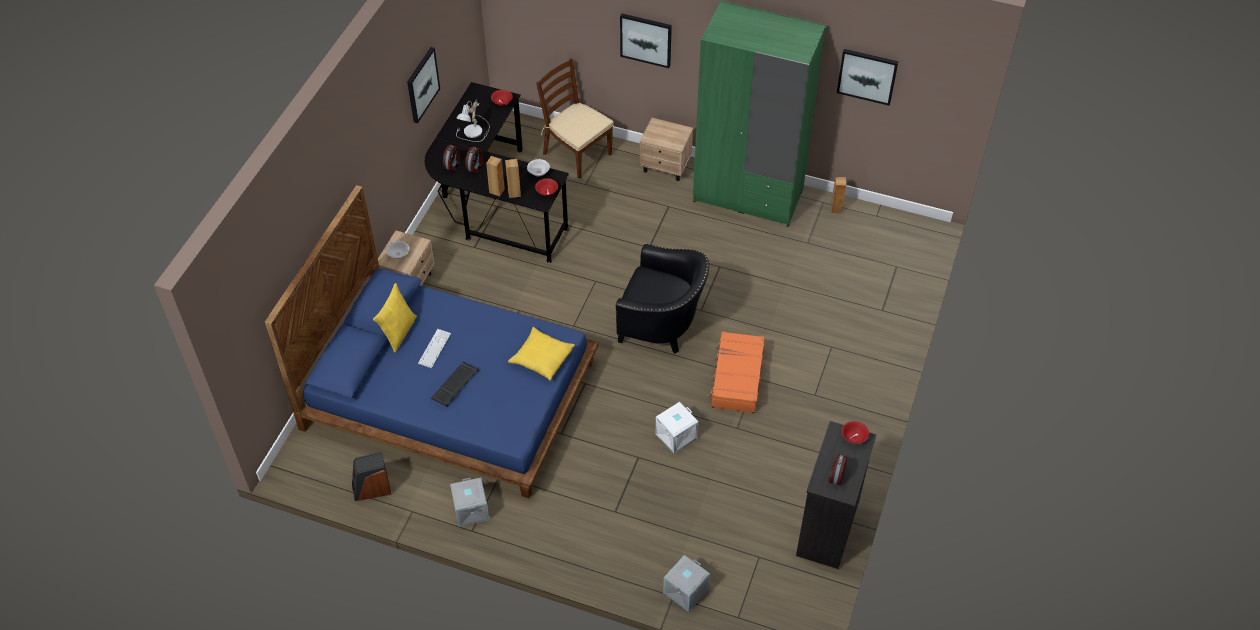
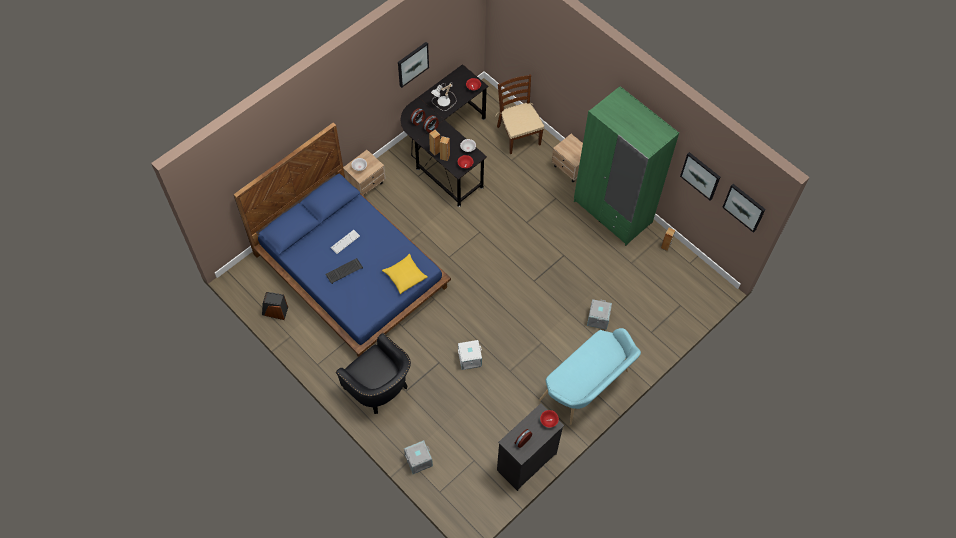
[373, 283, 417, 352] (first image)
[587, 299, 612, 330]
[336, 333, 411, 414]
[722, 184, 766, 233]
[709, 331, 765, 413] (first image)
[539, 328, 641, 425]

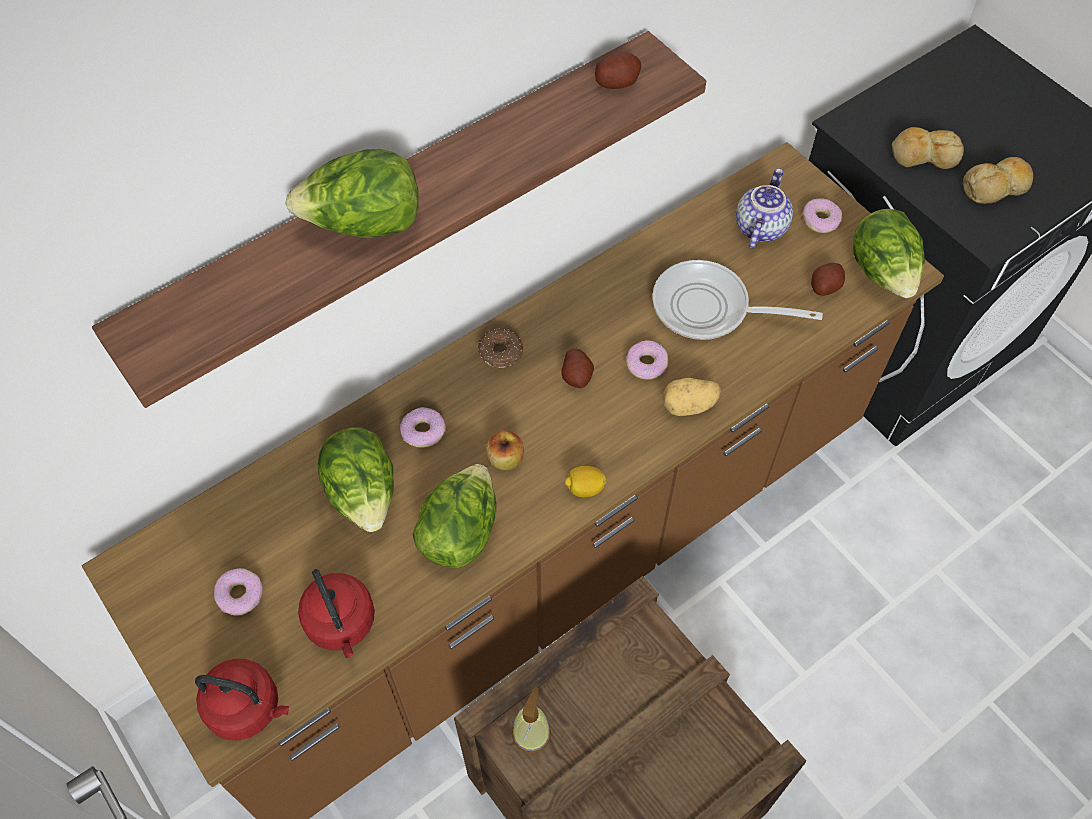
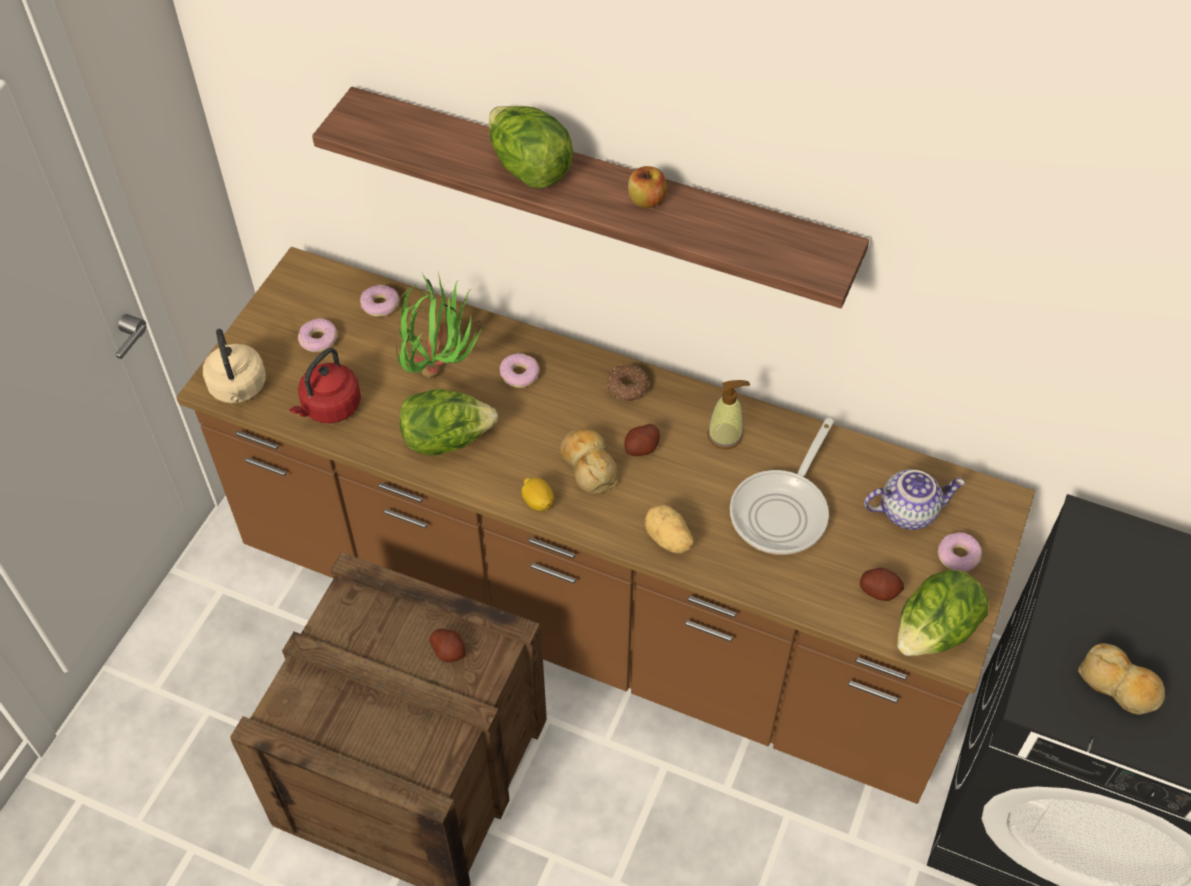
[203, 329, 266, 403]
[396, 273, 484, 378]
[628, 166, 667, 208]
[707, 380, 750, 449]
[429, 629, 466, 662]
[360, 285, 399, 317]
[730, 418, 834, 555]
[560, 429, 618, 494]

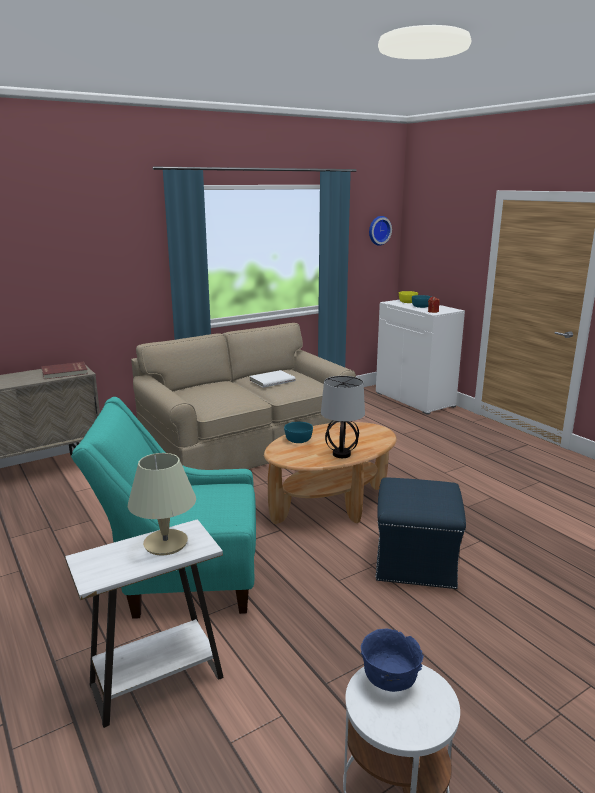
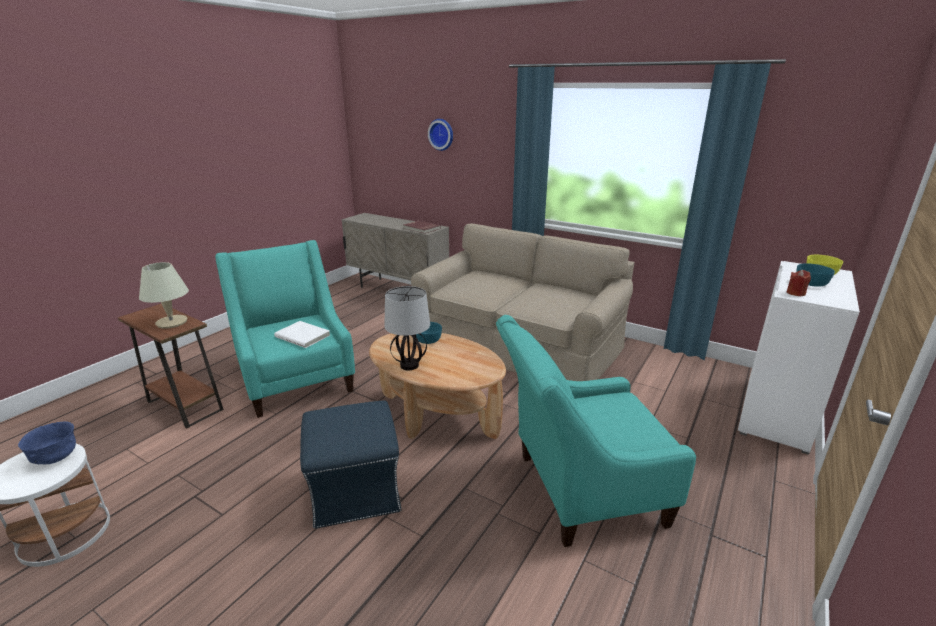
[118, 304, 224, 428]
[274, 321, 330, 348]
[428, 119, 453, 151]
[496, 315, 696, 547]

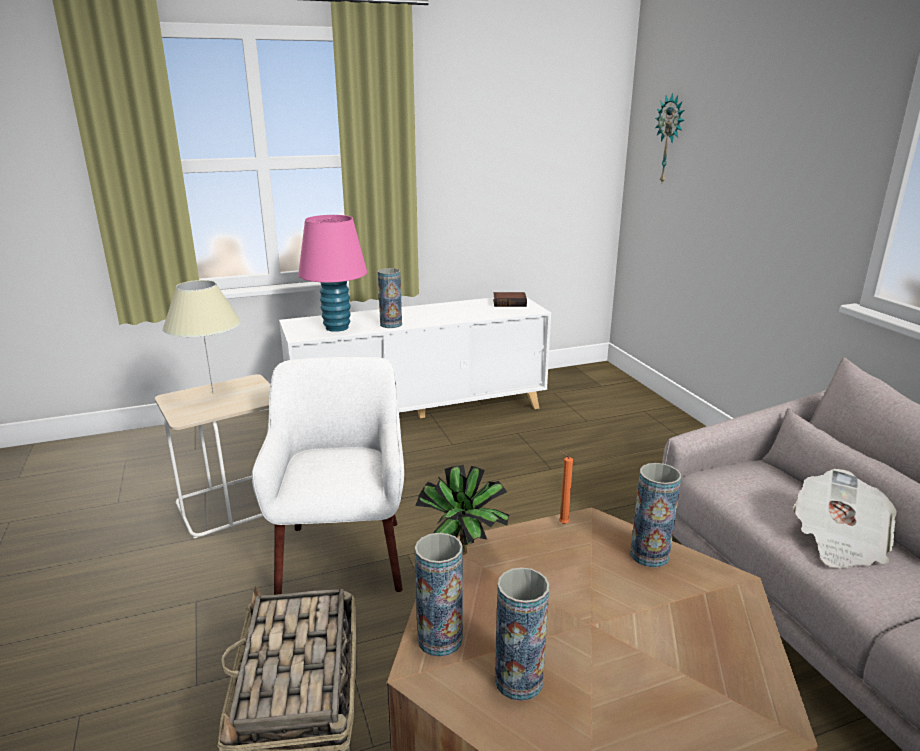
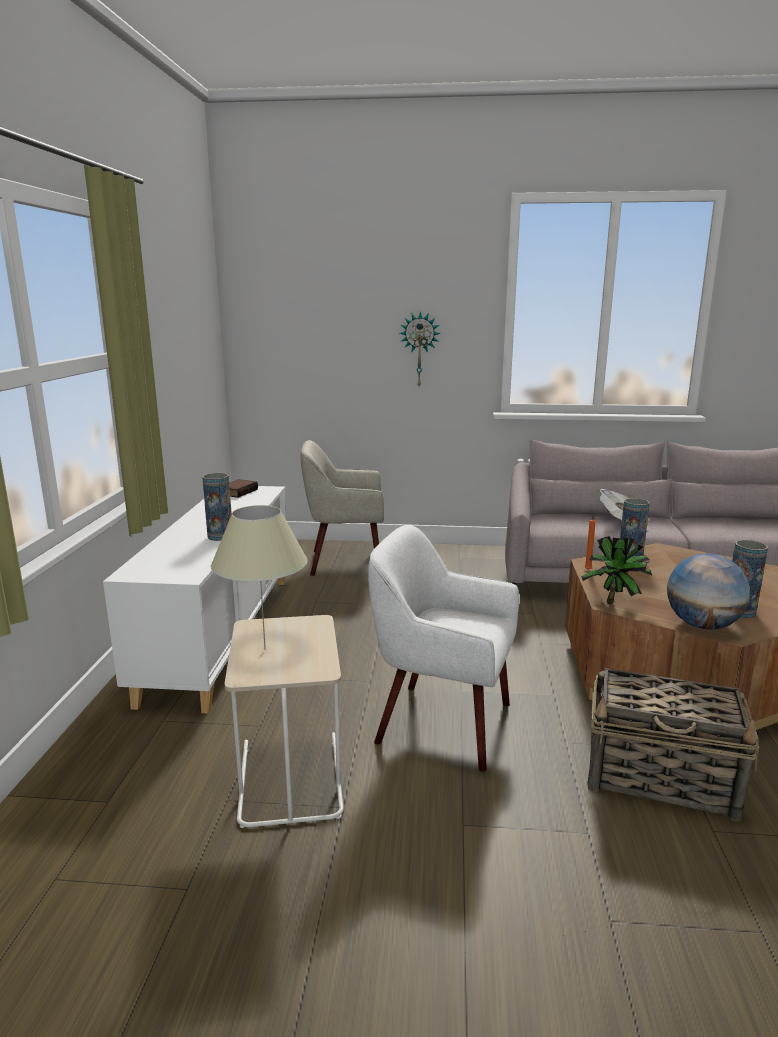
[298, 215, 367, 332] (first image)
[667, 553, 750, 629]
[399, 311, 441, 387]
[300, 440, 384, 576]

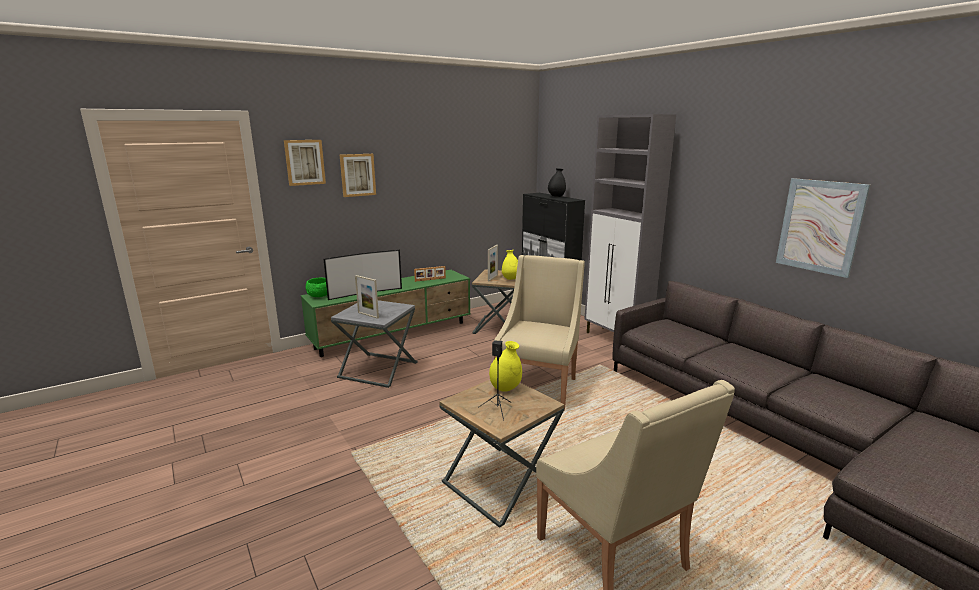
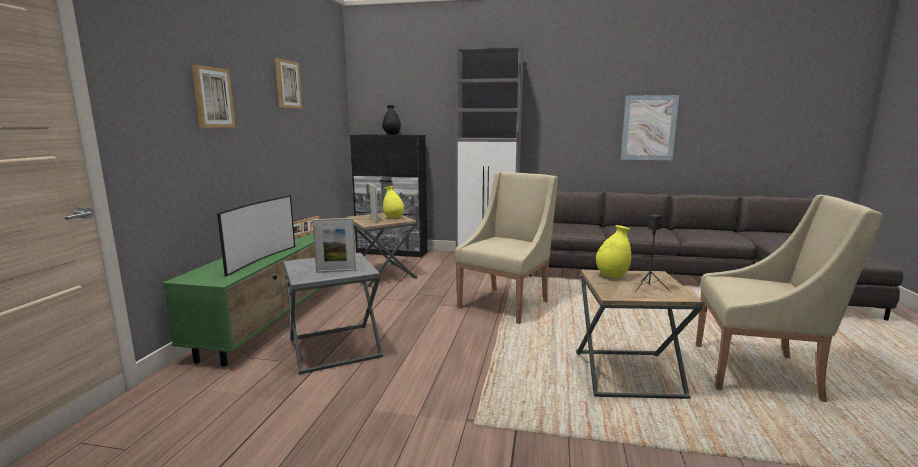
[275, 58, 302, 109]
[305, 278, 327, 297] (first image)
[455, 172, 558, 324]

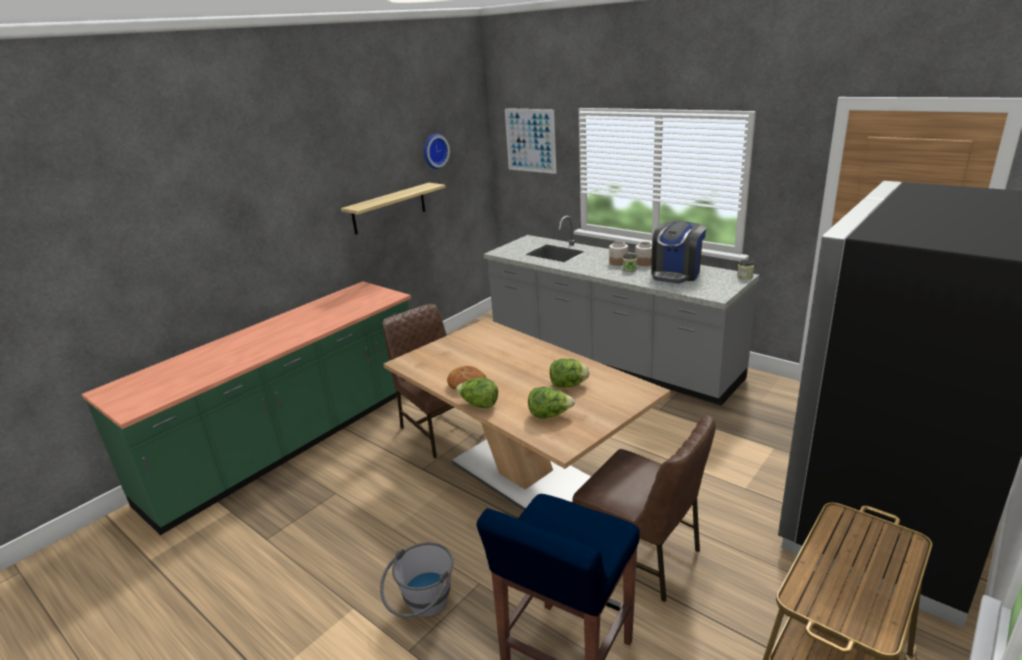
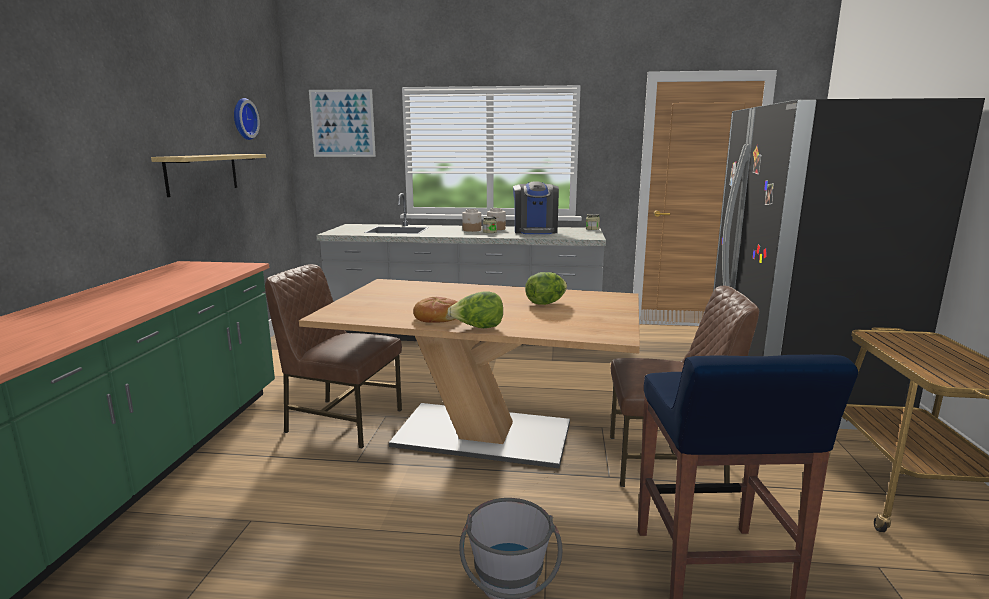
[528, 387, 575, 419] (first image)

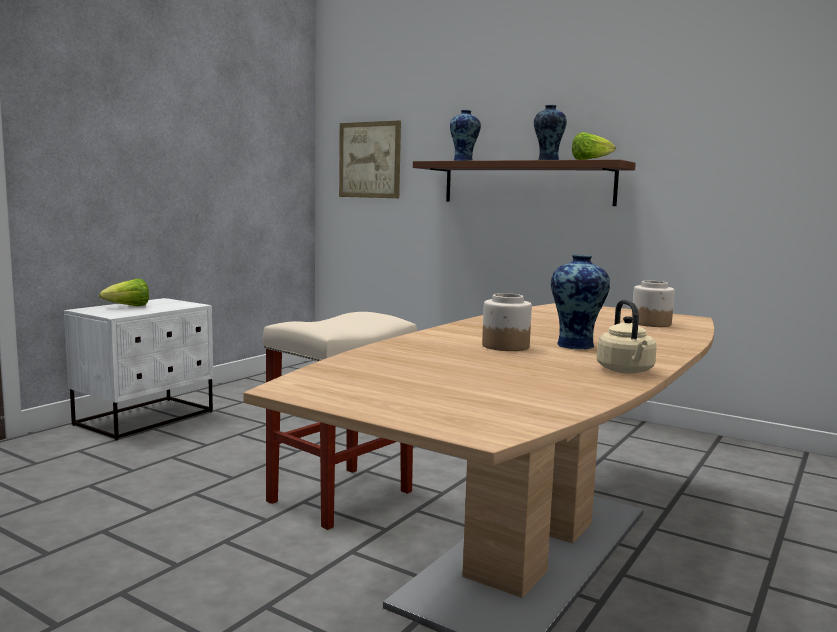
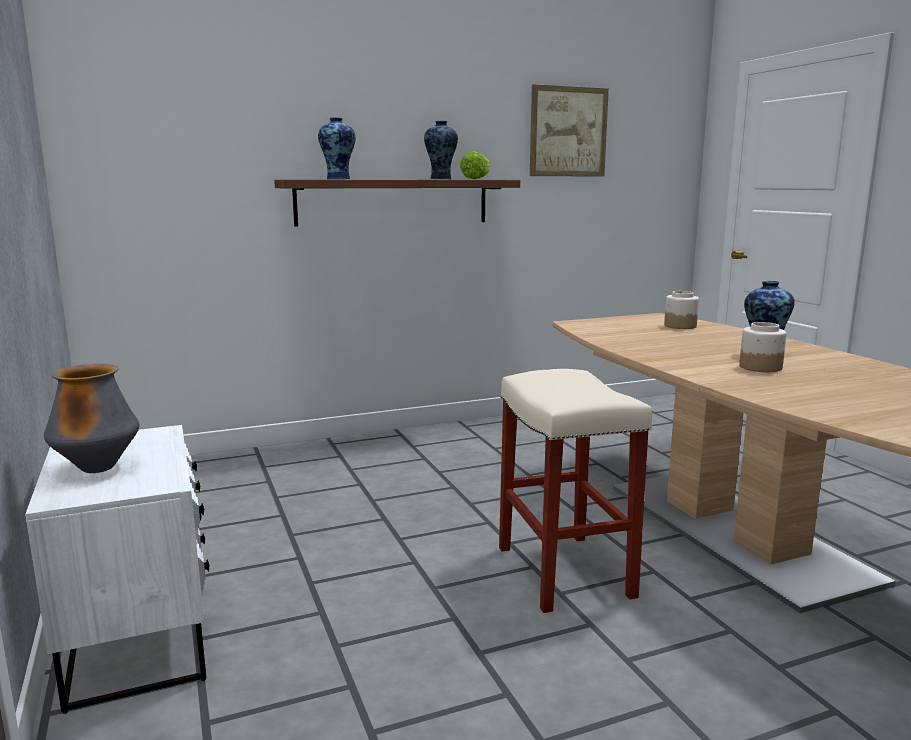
[44, 364, 140, 473]
[530, 84, 609, 176]
[597, 300, 657, 374] (first image)

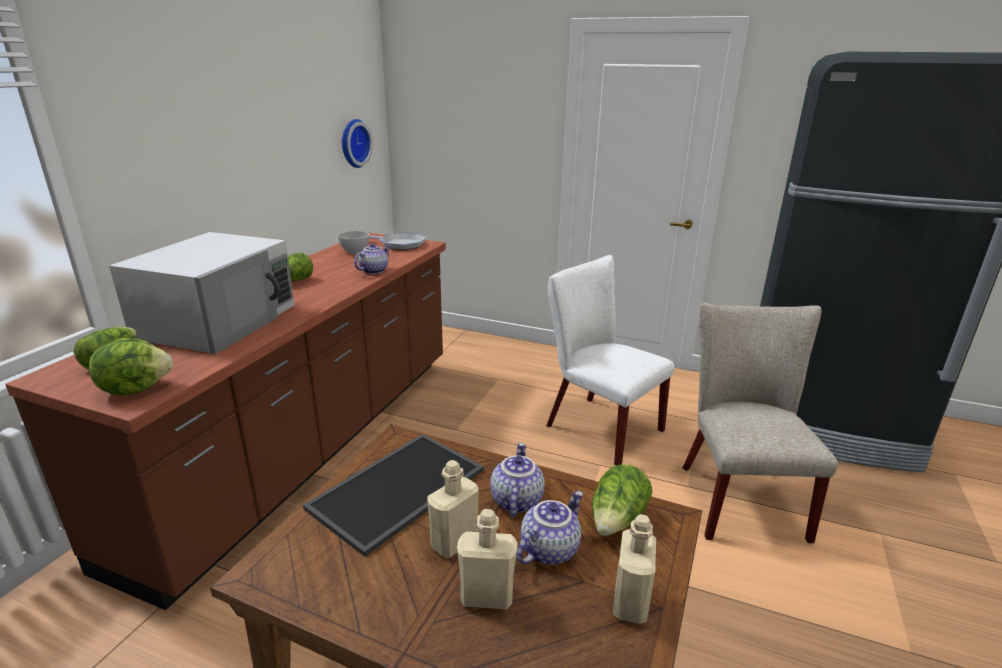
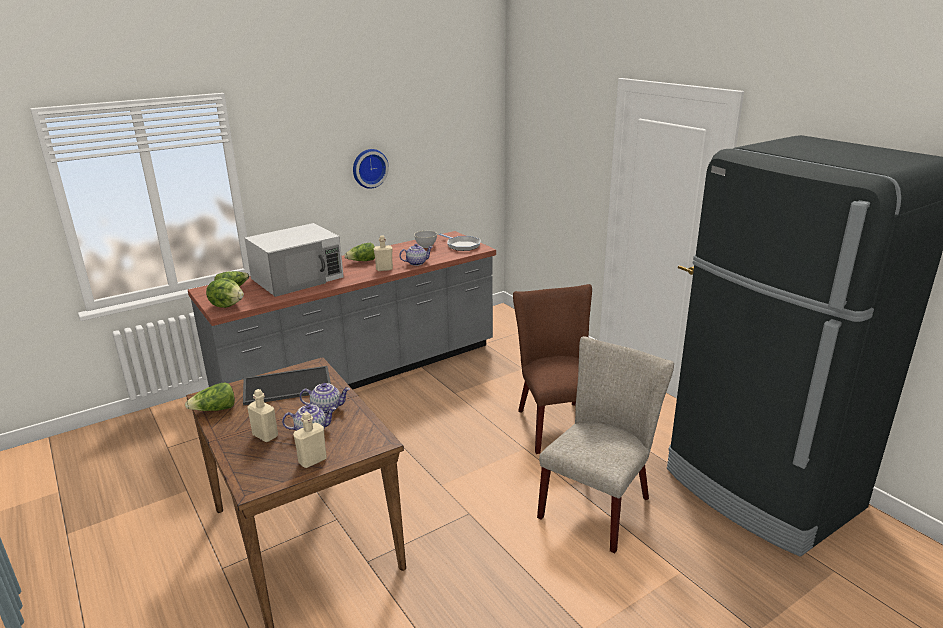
[188, 231, 496, 389]
[353, 149, 389, 189]
[374, 235, 393, 271]
[299, 383, 350, 414]
[513, 284, 592, 454]
[185, 382, 235, 411]

